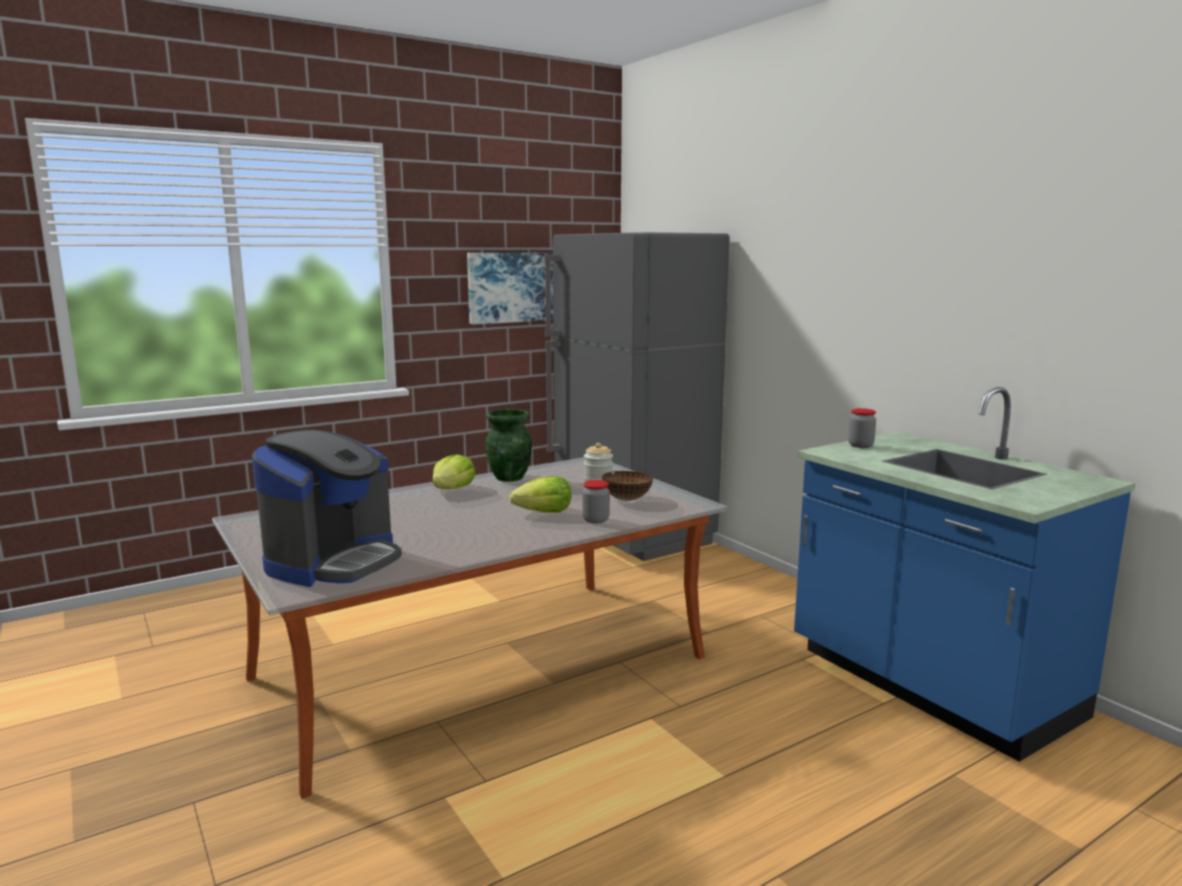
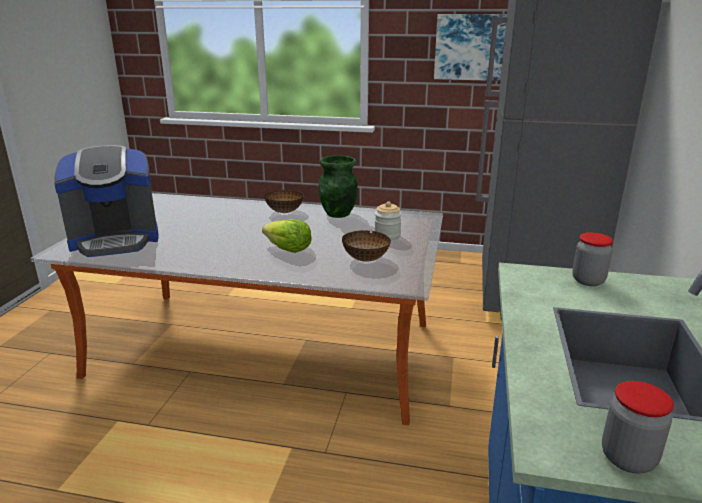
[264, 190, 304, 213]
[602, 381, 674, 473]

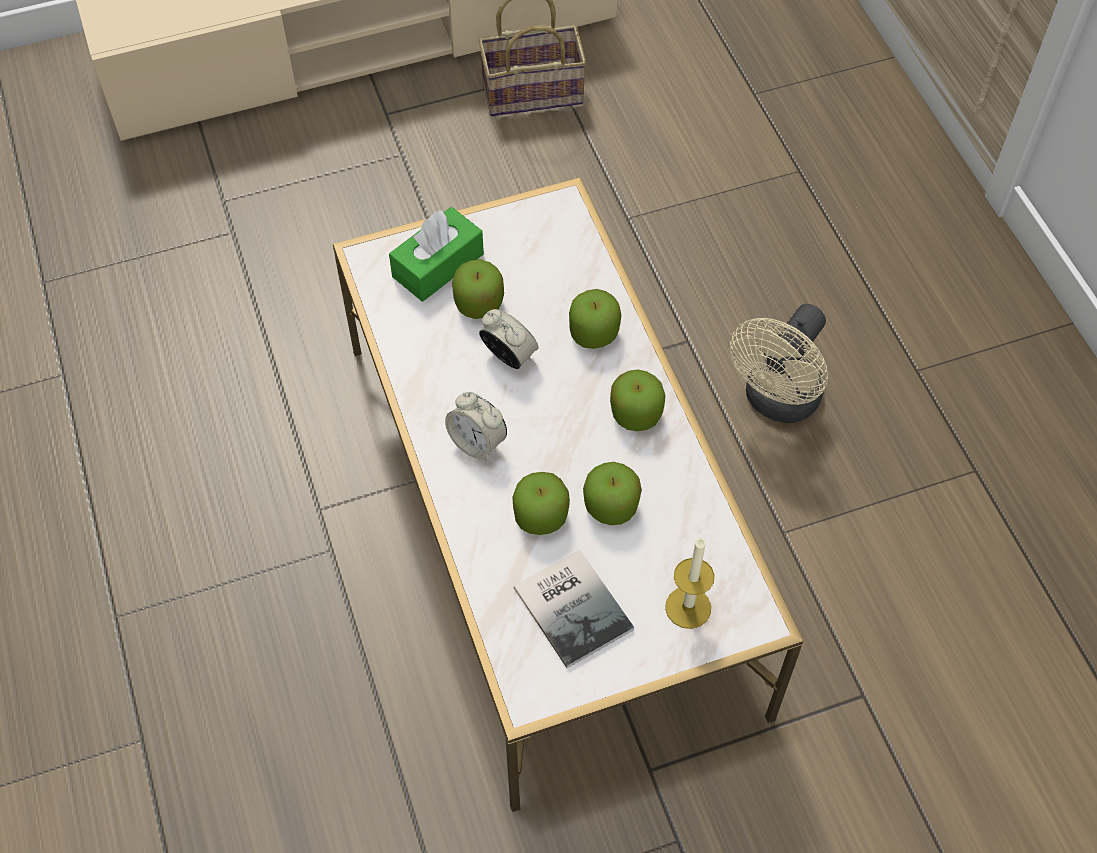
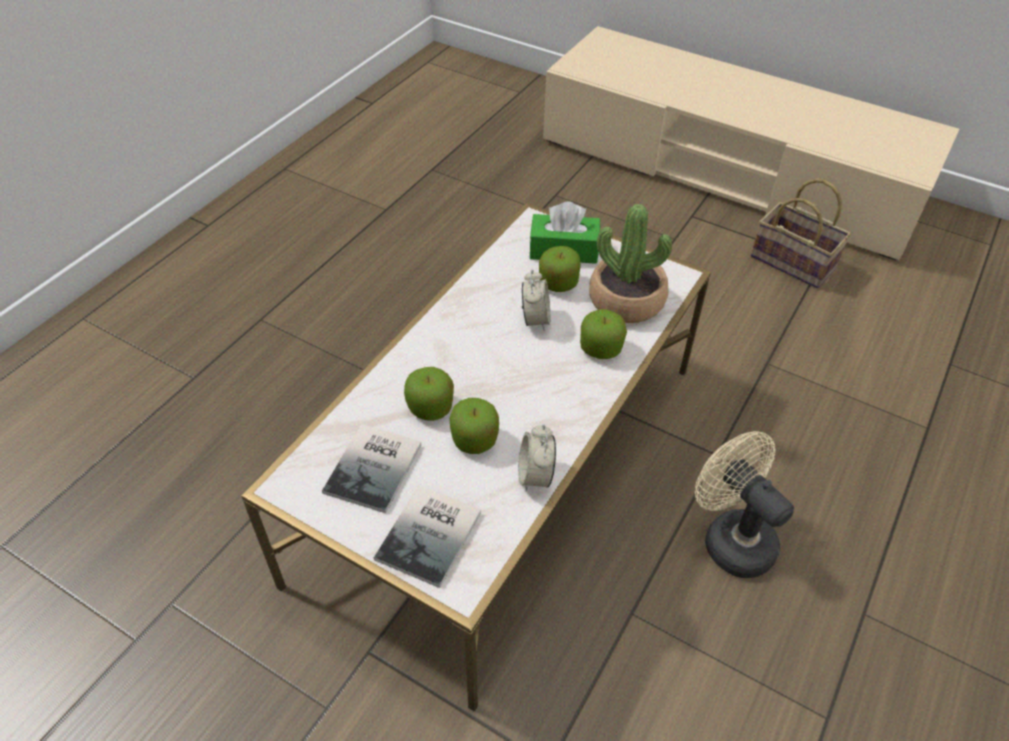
[518, 424, 556, 492]
[610, 369, 665, 431] (first image)
[374, 485, 481, 588]
[695, 431, 794, 578]
[589, 204, 672, 323]

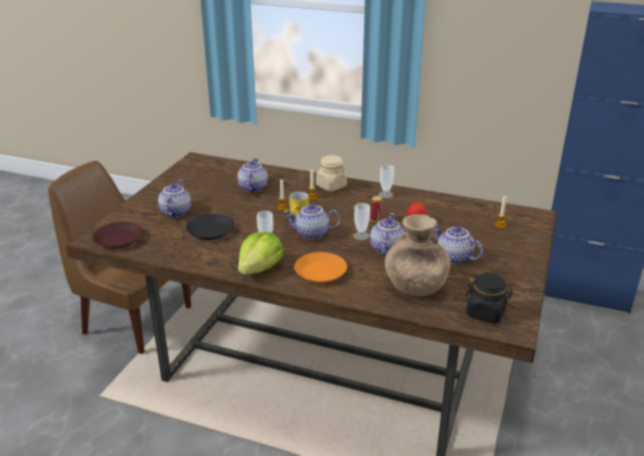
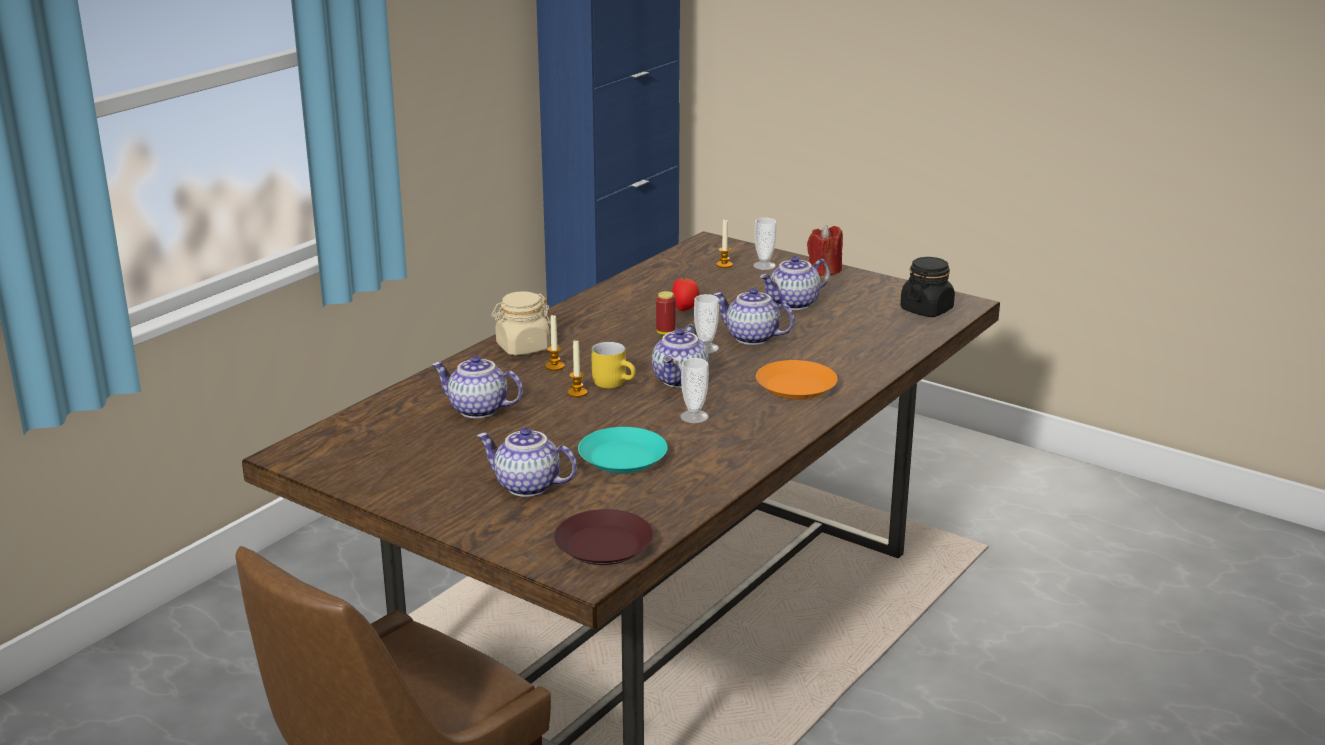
[578, 427, 668, 473]
[238, 232, 284, 275] (first image)
[753, 218, 777, 270]
[385, 214, 451, 296] (first image)
[807, 225, 843, 276]

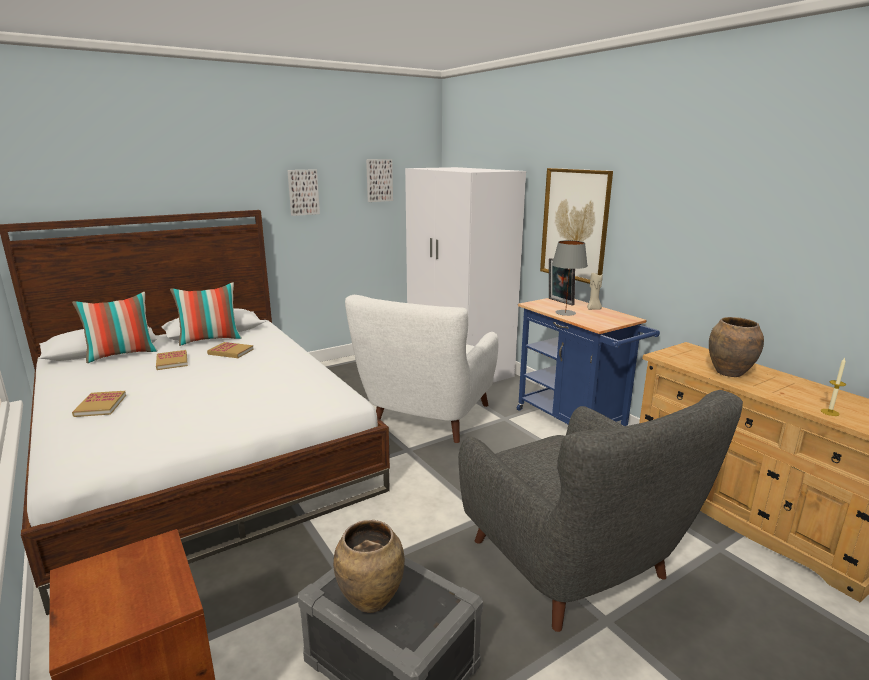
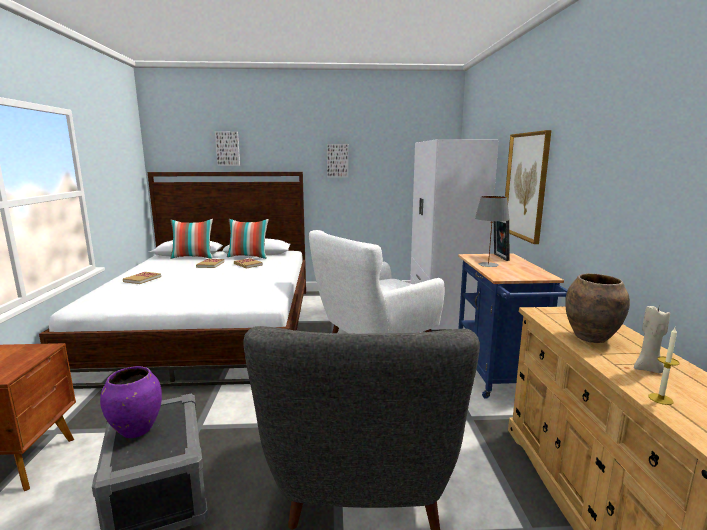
[100, 366, 162, 438]
[215, 131, 240, 166]
[634, 306, 670, 373]

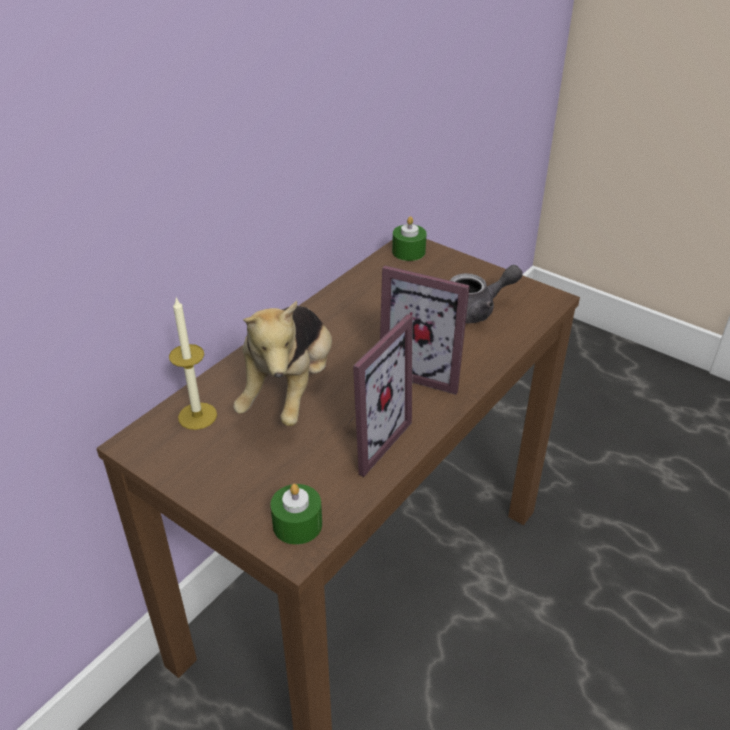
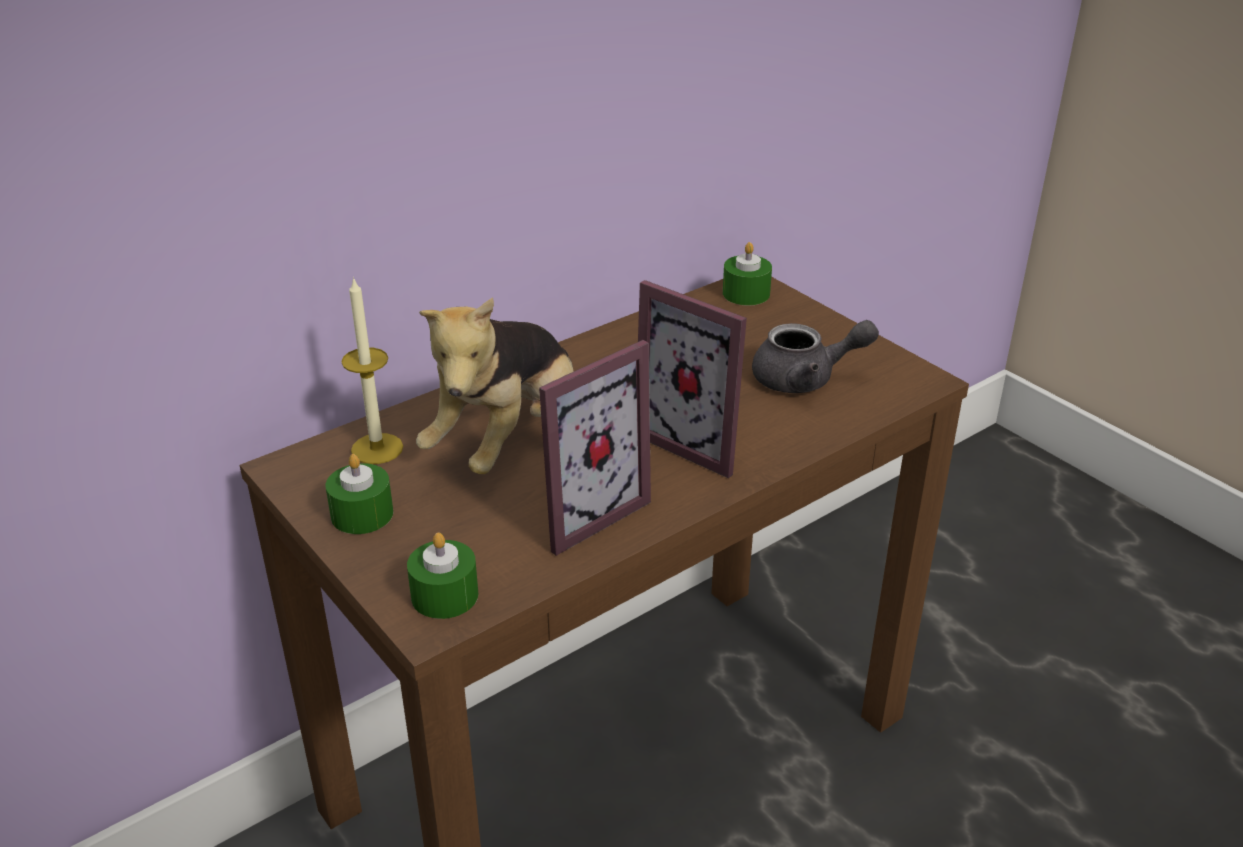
[326, 454, 393, 534]

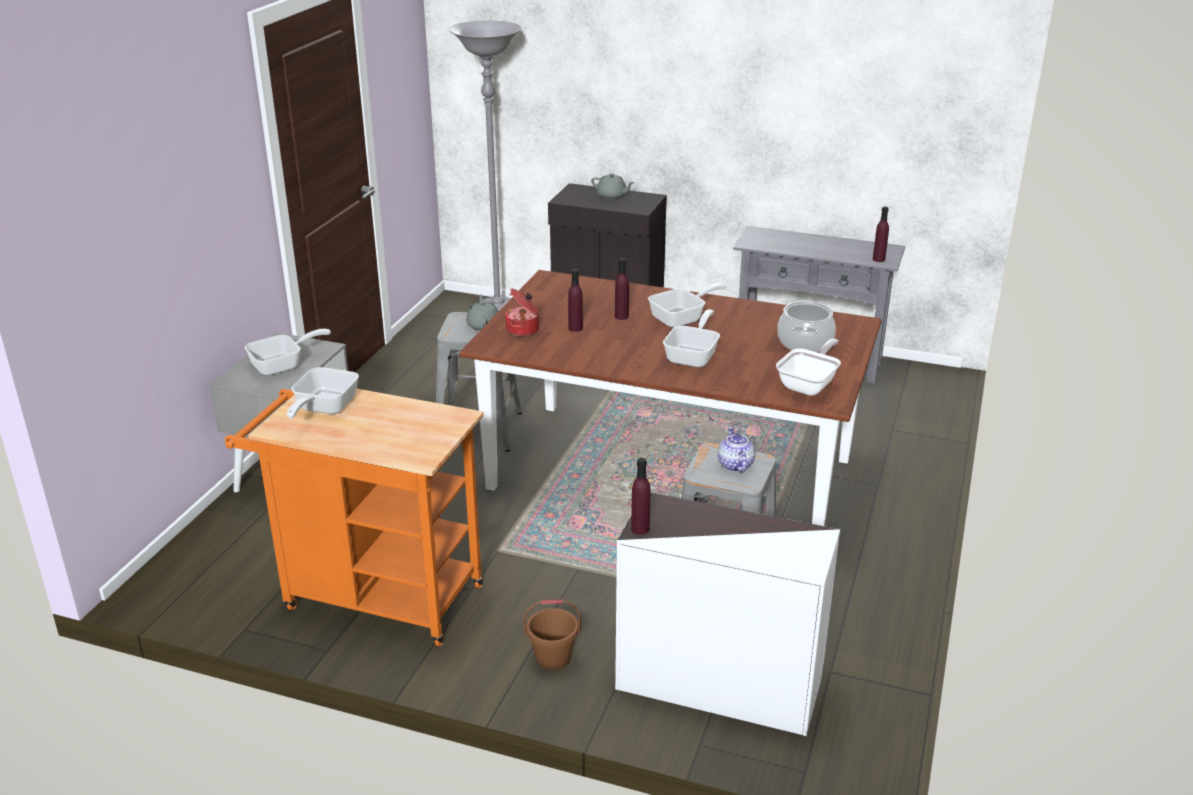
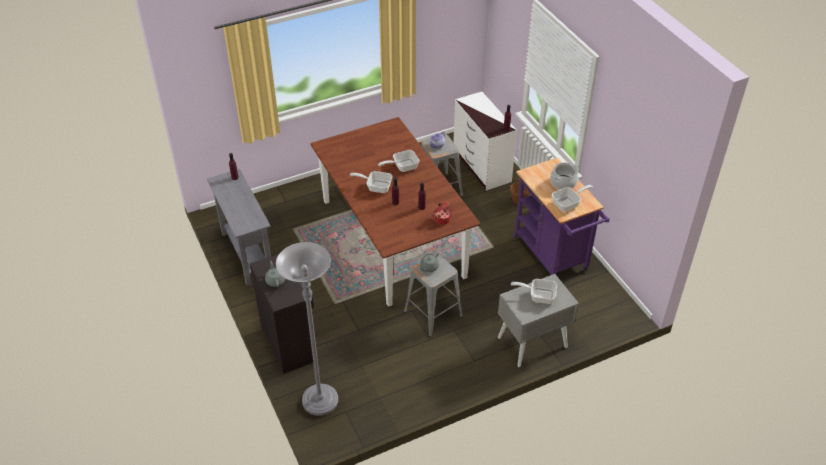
[513, 158, 610, 275]
[776, 338, 841, 396] (first image)
[550, 162, 579, 190]

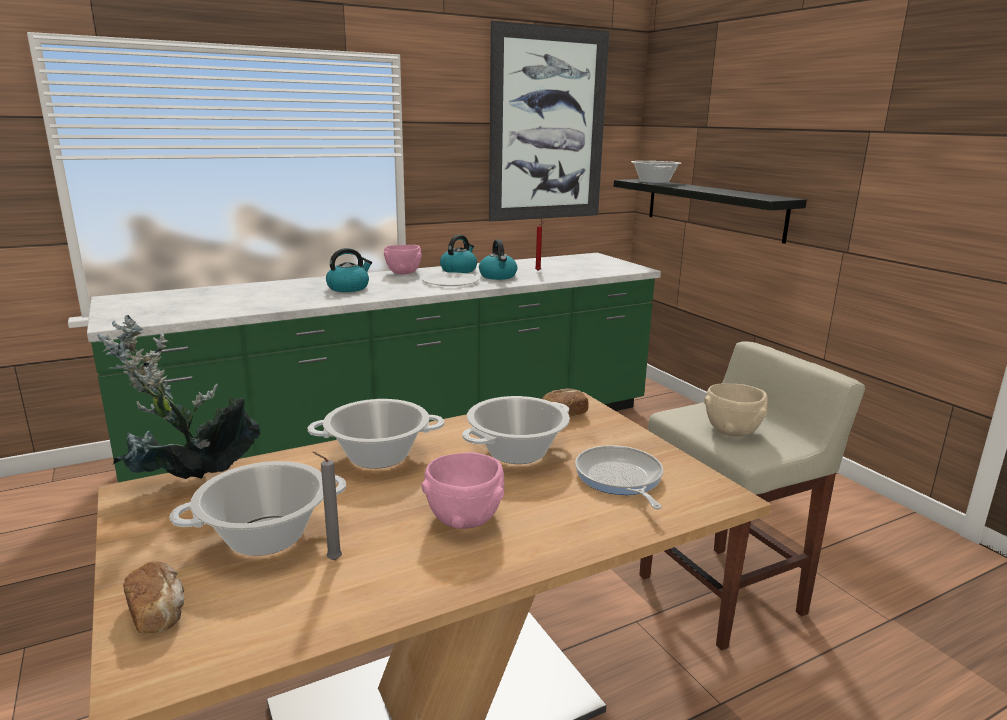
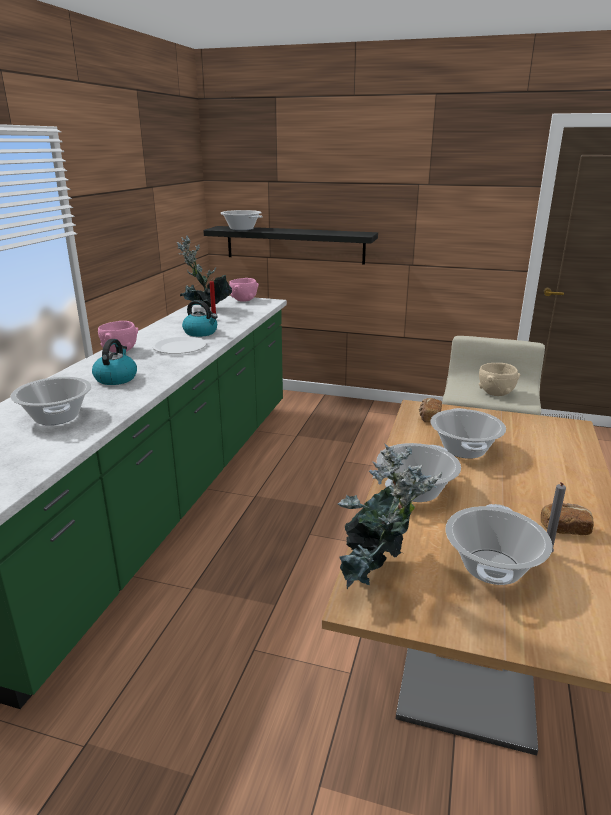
[541, 503, 594, 535]
[229, 278, 259, 302]
[440, 235, 477, 273] (first image)
[489, 21, 609, 222] (first image)
[575, 445, 663, 510] (first image)
[10, 377, 91, 425]
[177, 236, 232, 308]

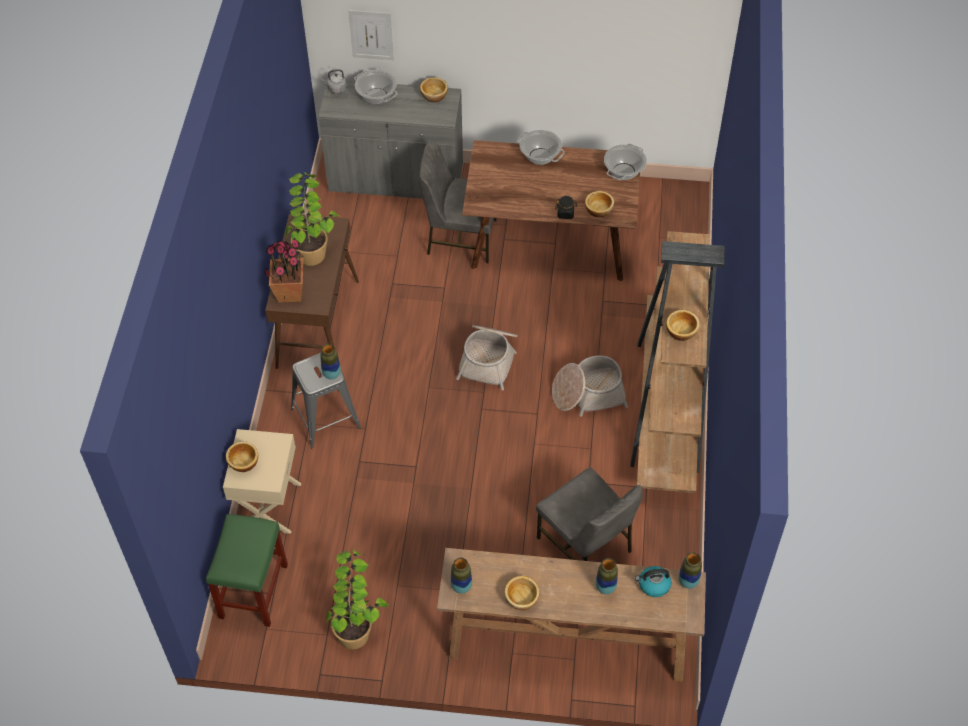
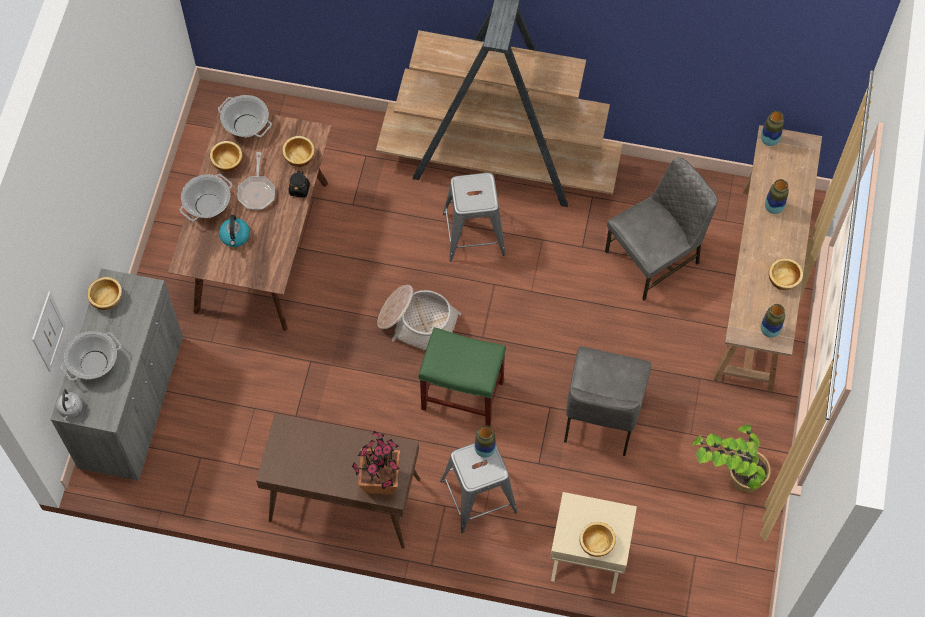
[419, 327, 506, 426]
[286, 172, 341, 266] (first image)
[564, 346, 651, 456]
[443, 173, 506, 262]
[219, 215, 250, 247]
[210, 141, 243, 172]
[237, 152, 275, 209]

